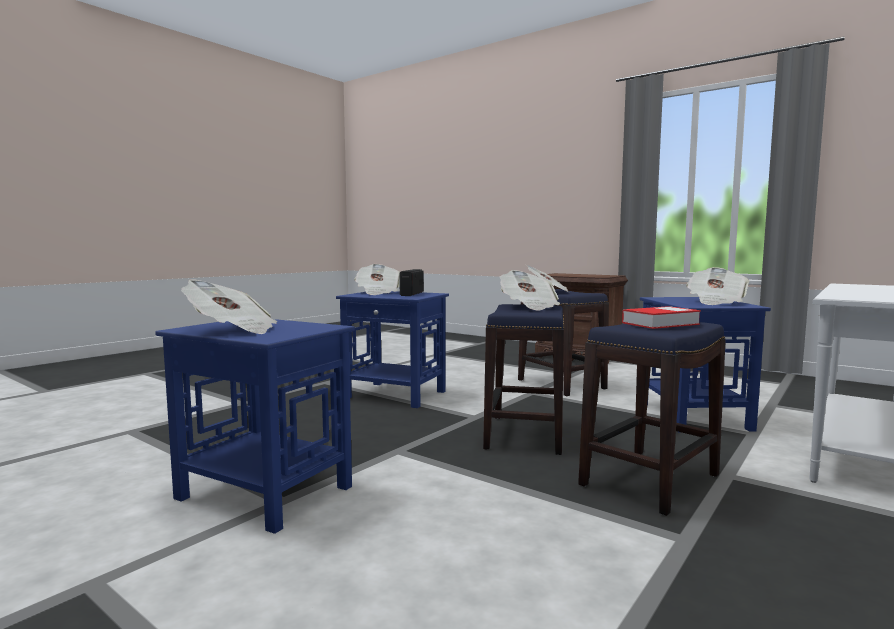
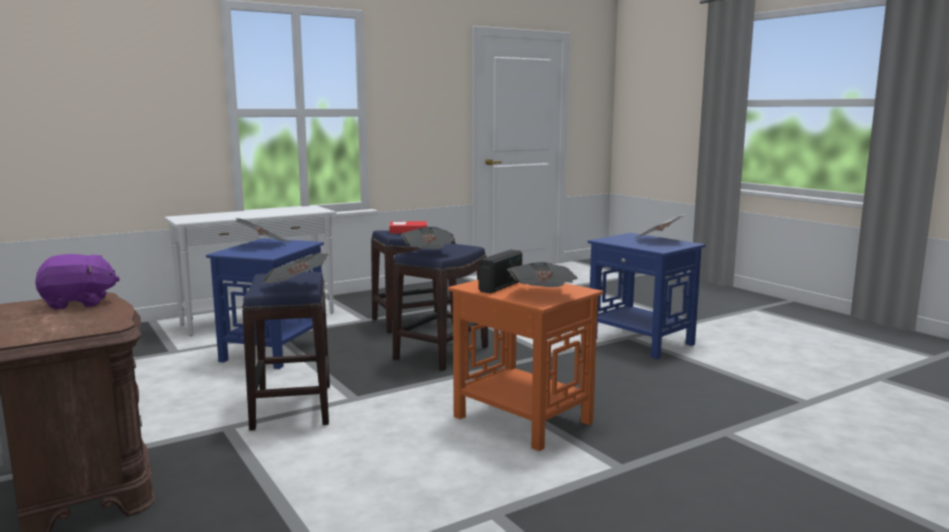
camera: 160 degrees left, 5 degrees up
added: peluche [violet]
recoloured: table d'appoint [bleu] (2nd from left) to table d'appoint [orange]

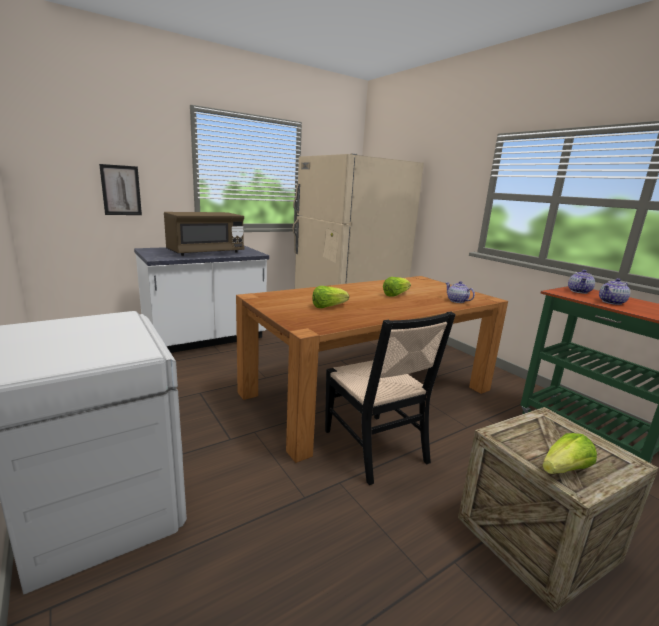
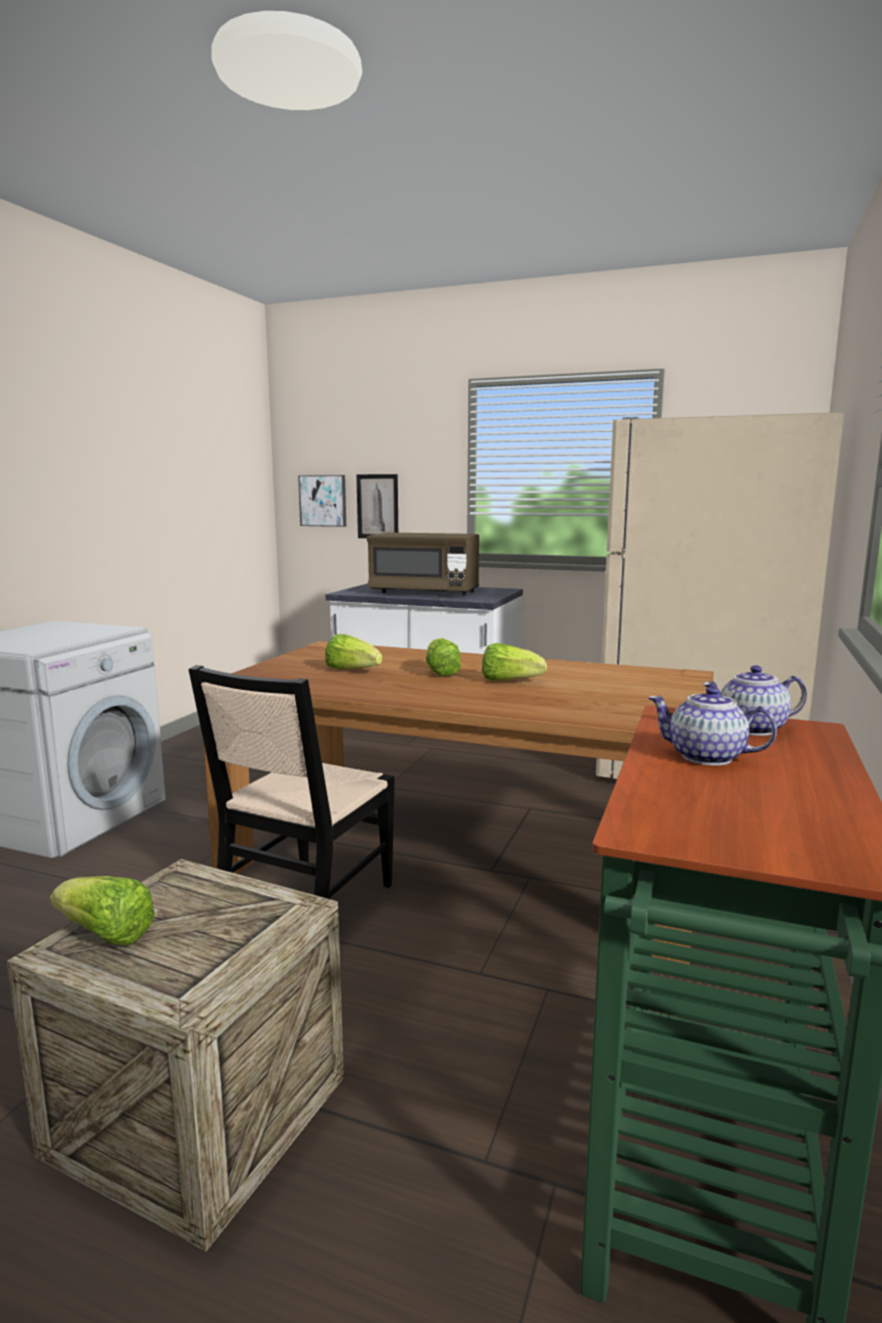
camera: 55 degrees right, 5 degrees down
removed: théière (1st from left)
added: tableau (1st from left); laitue (3rd from left)

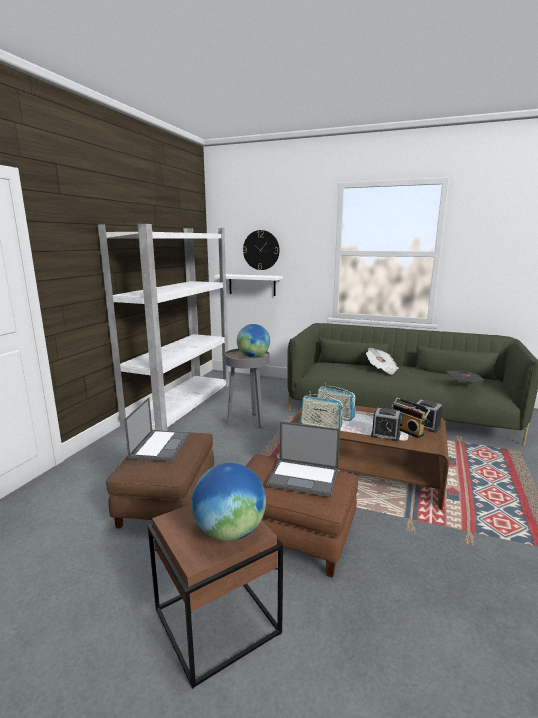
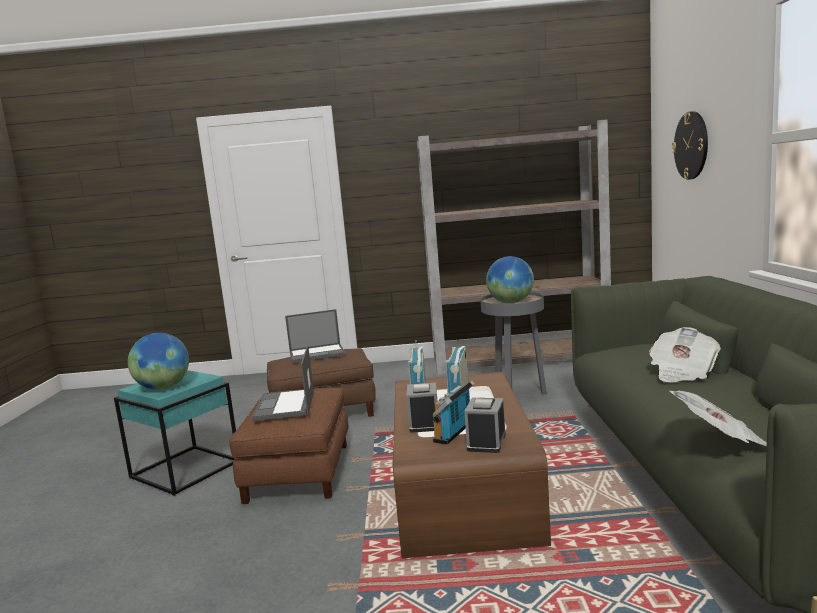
camera: 70 degrees right, 5 degrees down
removed: étagère [blanc]
recoloured: bibliothèque [blanc] to bibliothèque [marron]; table d'appoint [marron] to table d'appoint [turquoise]

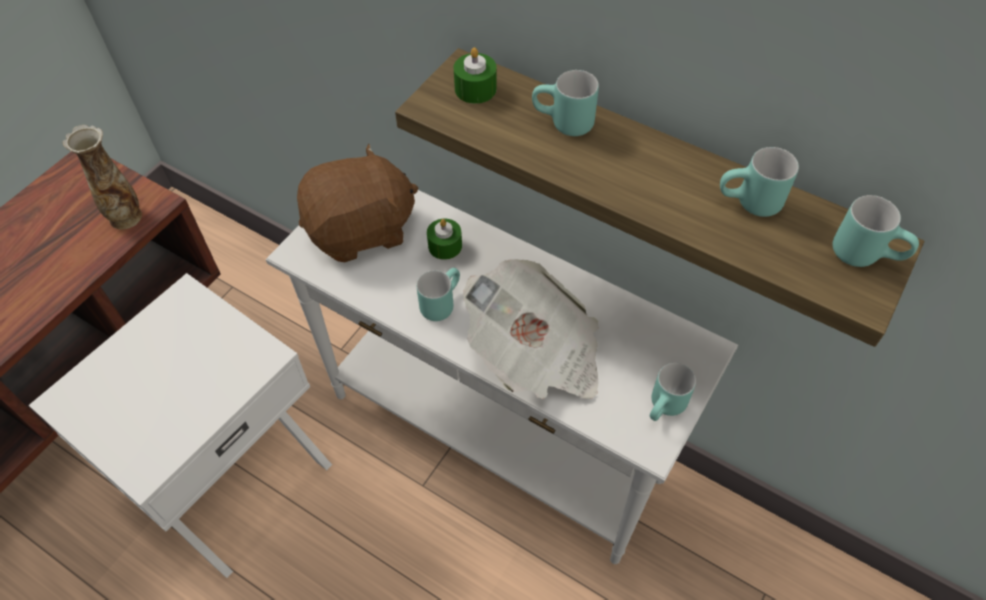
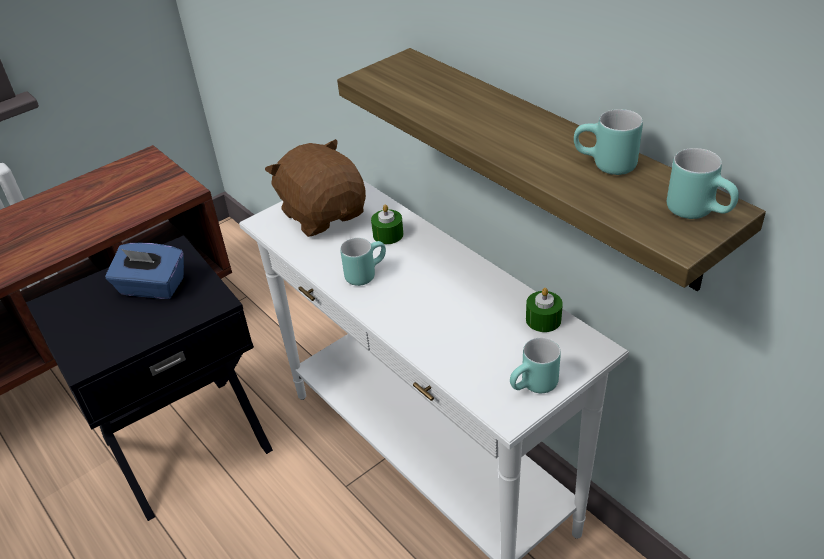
camera: 20 degrees right, 15 degrees down
removed: mug [turquoise] (2nd from left); vase; journal
added: boîte à mouchoirs [bleu]
moved: bougie [vert] (2nd from left)
recoloured: table d'appoint [blanc] to table d'appoint [noir]
turned: peluche [marron] 120 degrees counterclockwise

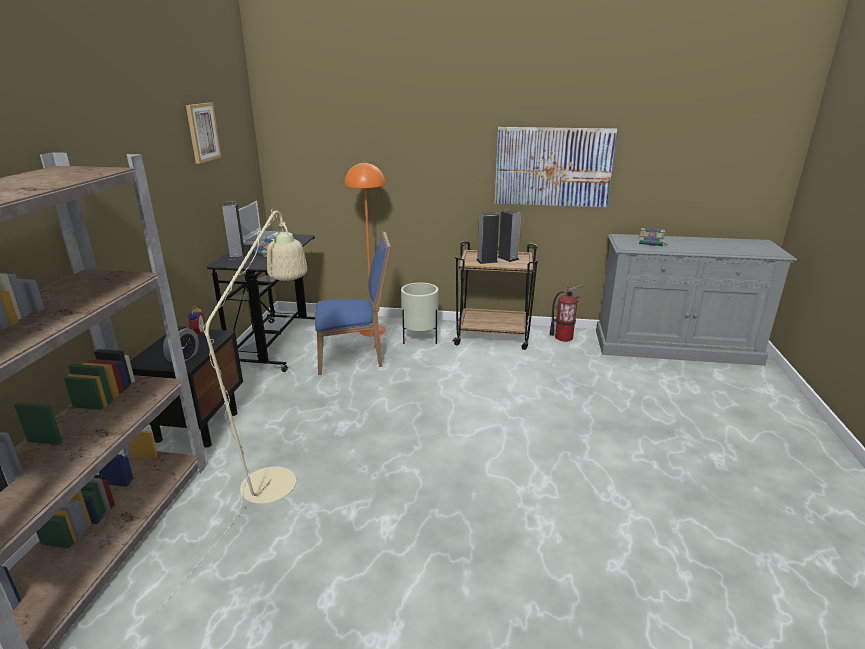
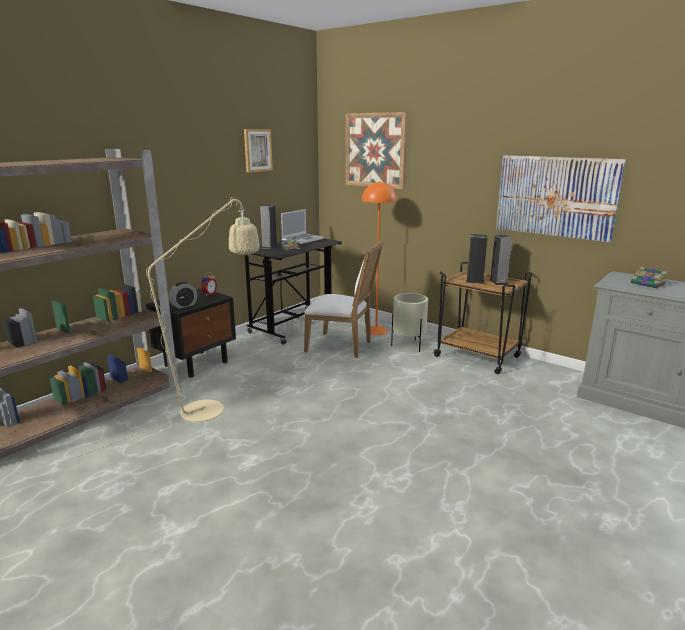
camera: 30 degrees right, 5 degrees down
removed: extincteur
added: tableau (2nd from left)
recoloured: chaise [bleu] to chaise [blanc]

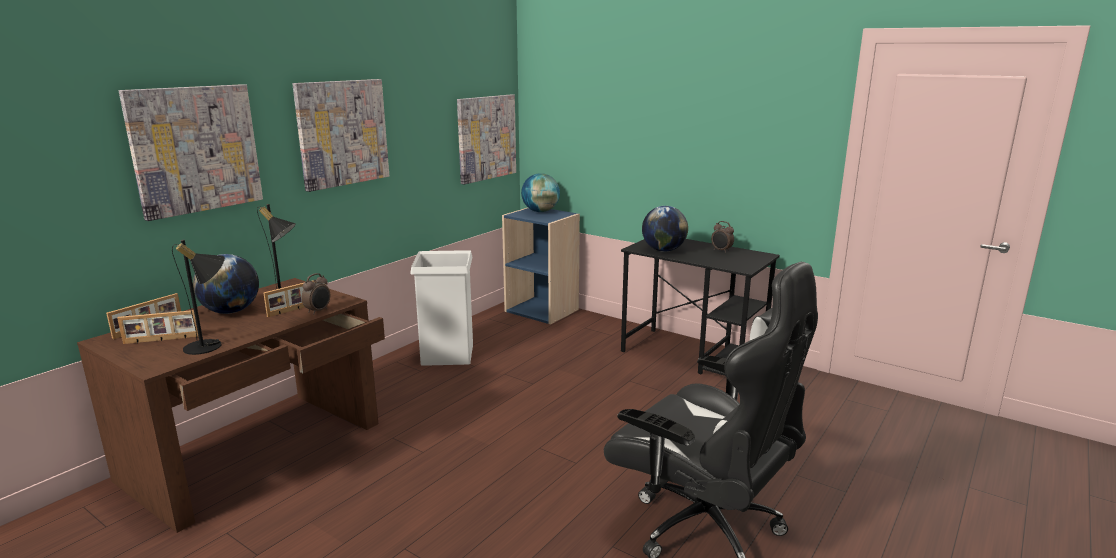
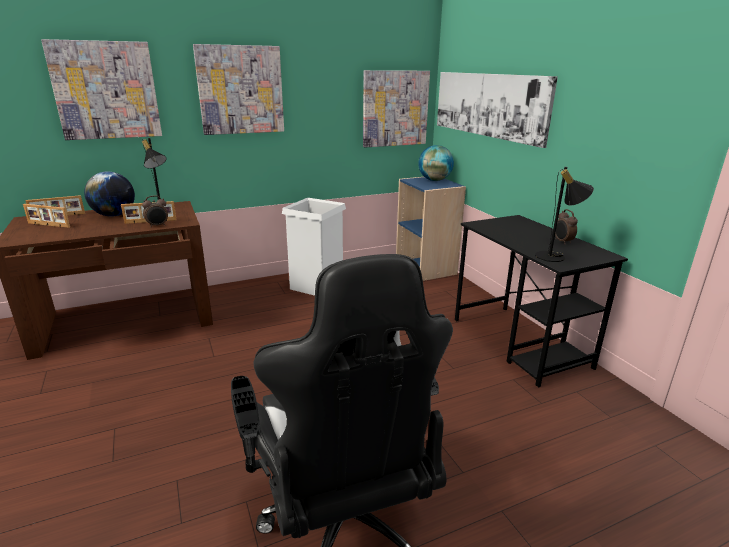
camera: 30 degrees right, 5 degrees up
removed: globe (3rd from left)
added: tableau (4th from left)
moved: lampe de table [noir] (1st from left in the first image) to lampe de table [noir] (2nd from left)

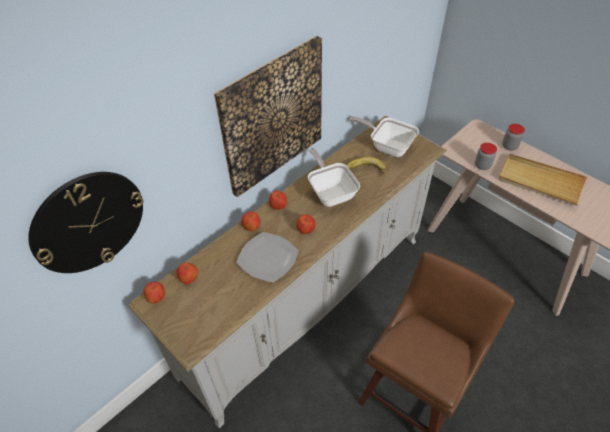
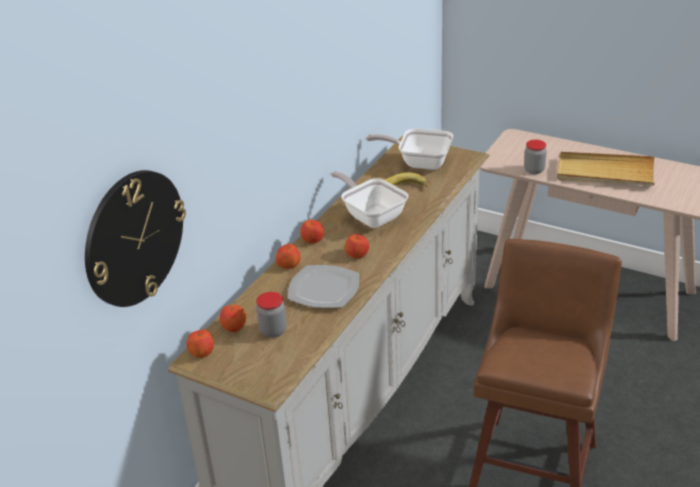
camera: 15 degrees left, 15 degrees down
removed: tableau
moved: bocal (2nd from left in the first image) to bocal (1st from left)

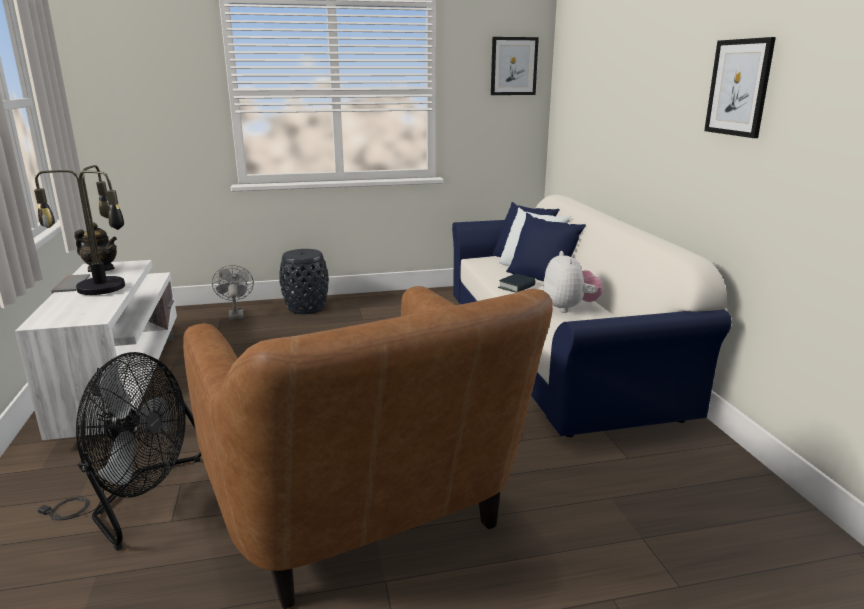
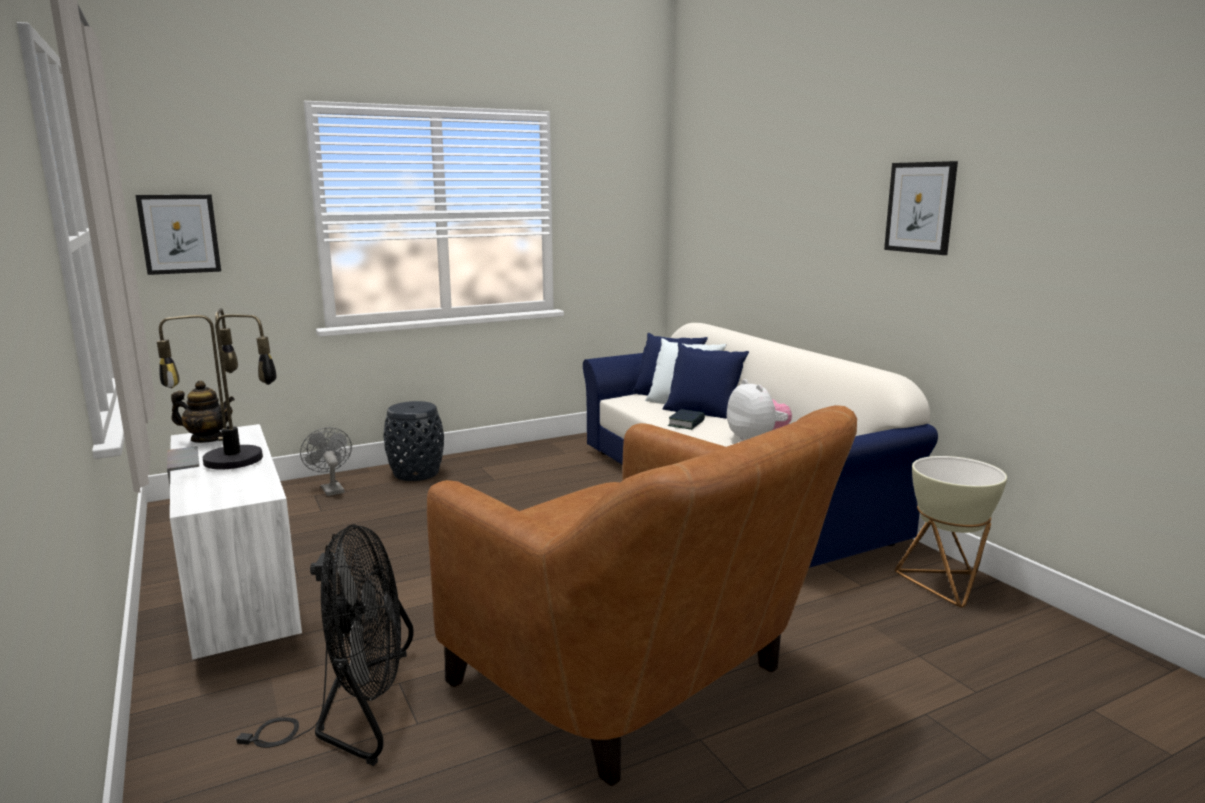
camera: 15 degrees left, 5 degrees down
added: cache-pot
moved: tableau (1st from left)

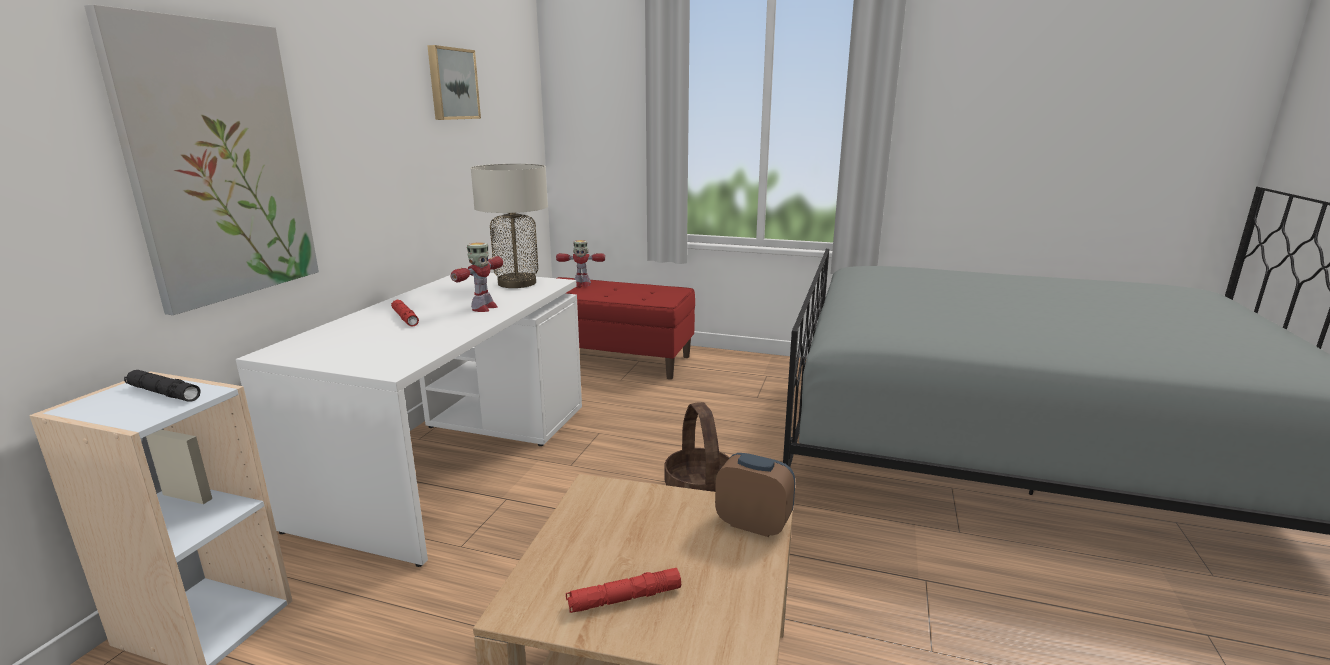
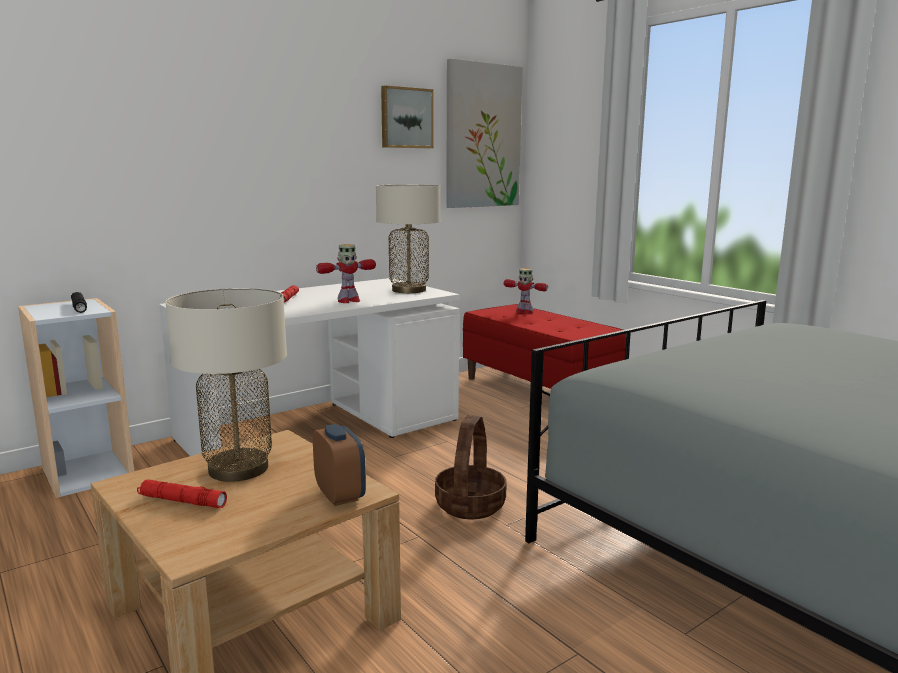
camera: 35 degrees right, 5 degrees down
added: lampe de table (1st from left)
moved: tableau (1st from left in the first image) to tableau (2nd from left)

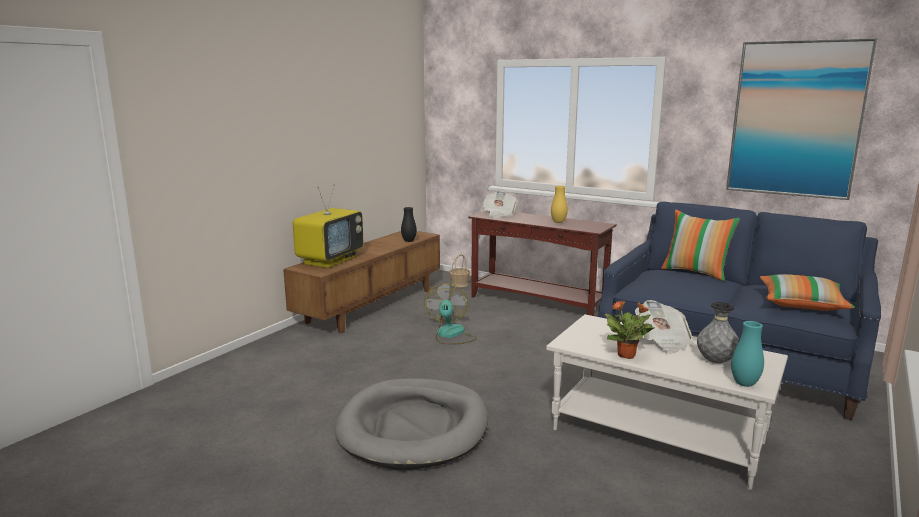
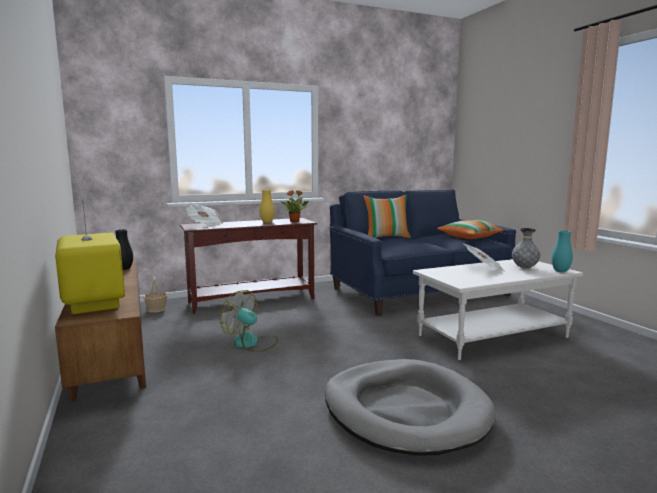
camera: 55 degrees left, 5 degrees down
removed: tableau
moved: plante en pot

